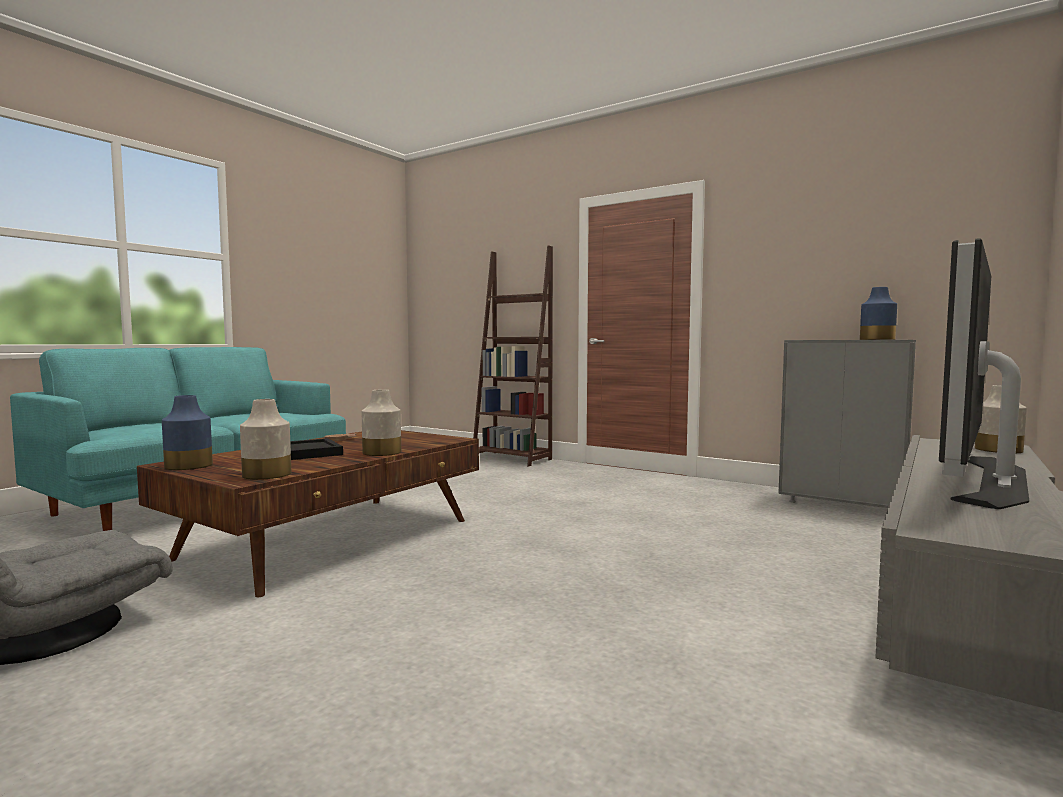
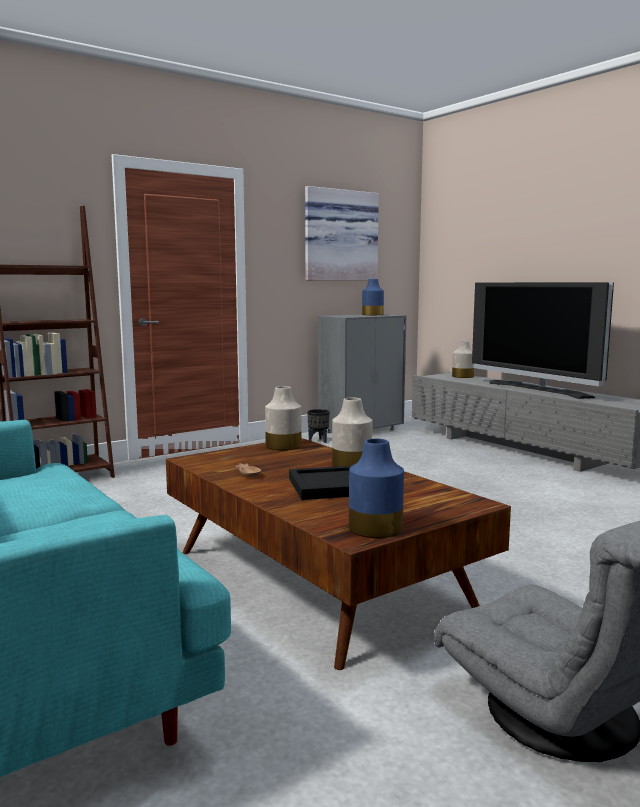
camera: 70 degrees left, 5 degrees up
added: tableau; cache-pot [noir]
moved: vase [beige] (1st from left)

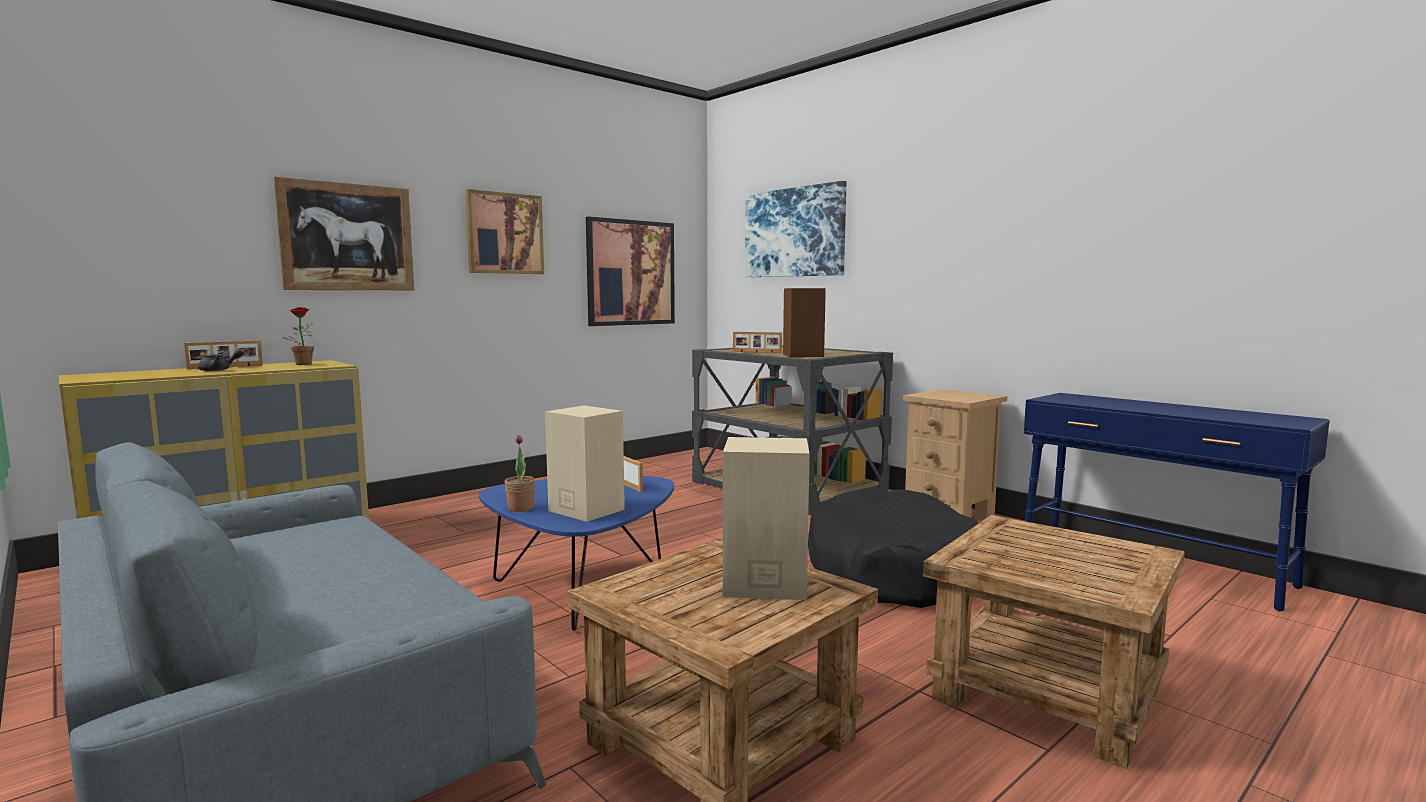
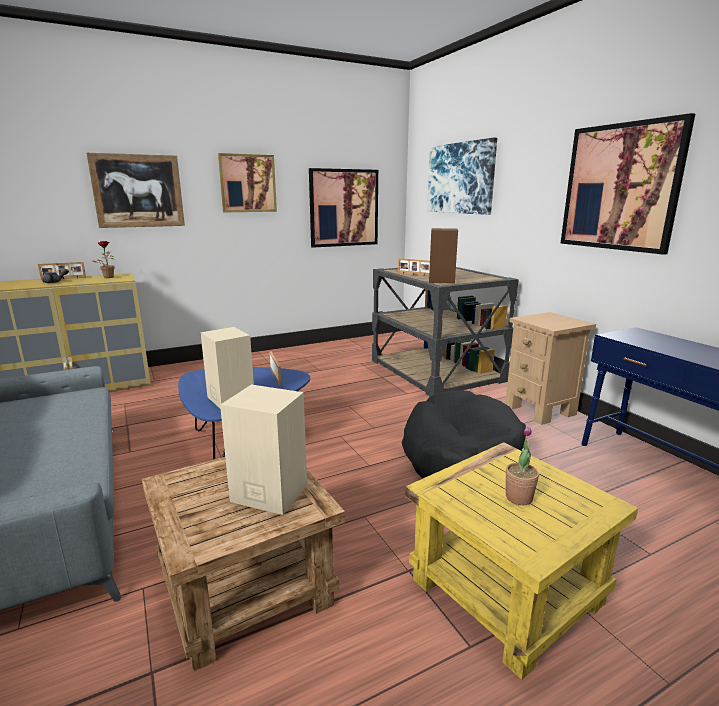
camera: 15 degrees right, 10 degrees up
added: tableau (5th from left)
moved: plante en pot (2nd from left)
recoloured: table d'appoint [marron] (2nd from left) to table d'appoint [jaune]

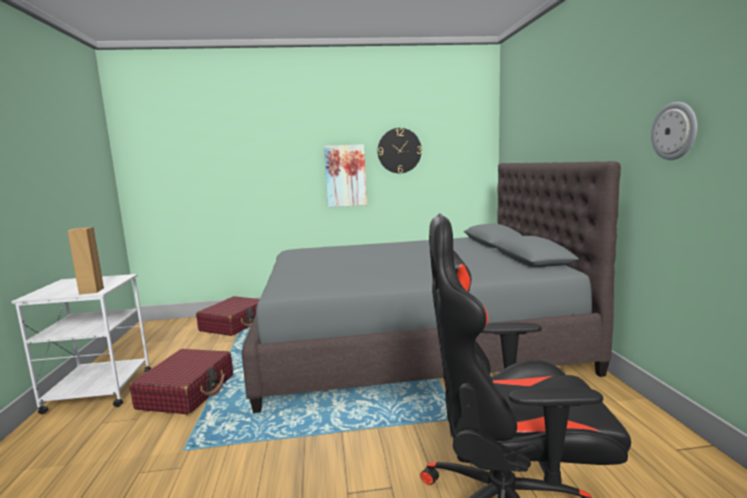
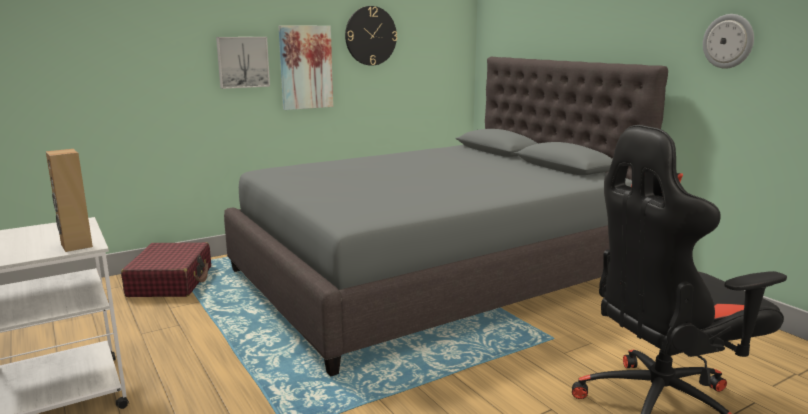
camera: 25 degrees left, 5 degrees up
removed: valise [rouge] (1st from left)
added: tableau (1st from left)

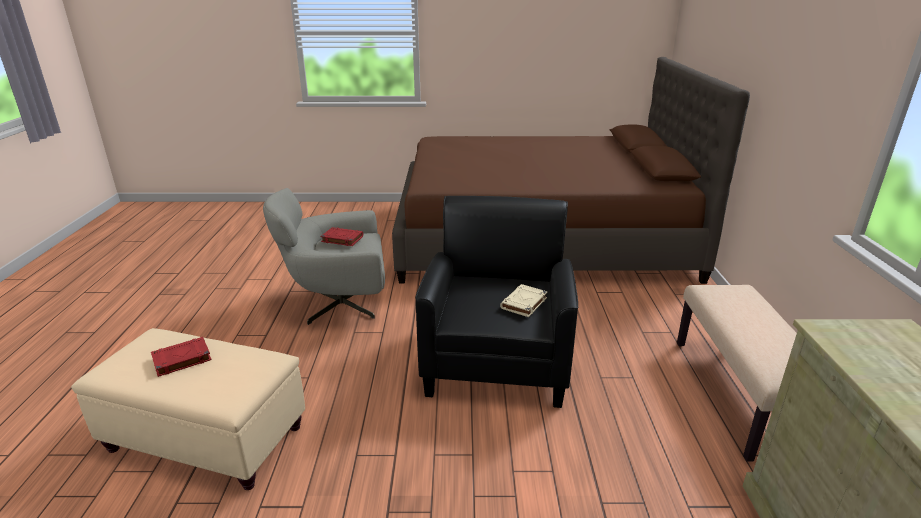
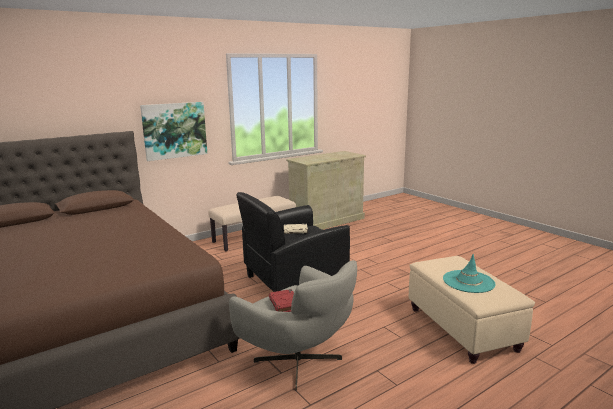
camera: 125 degrees left, 10 degrees down
added: tableau
replaced: livre [rouge] (1st from left) to chapeau [turquoise]

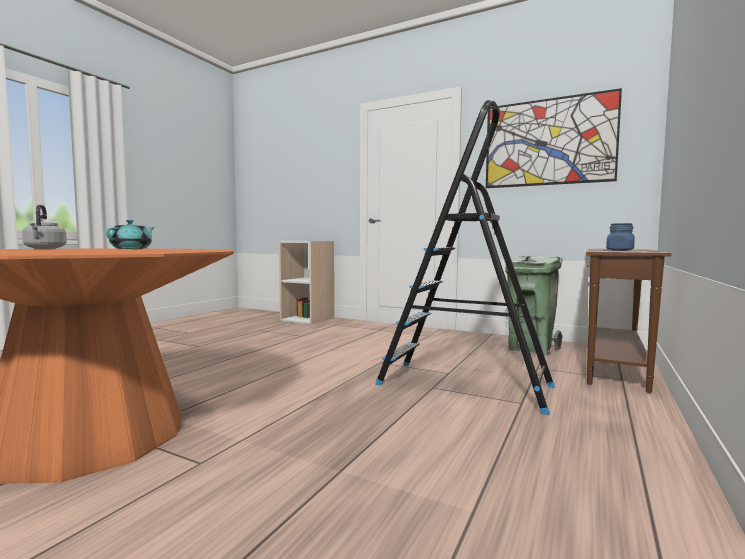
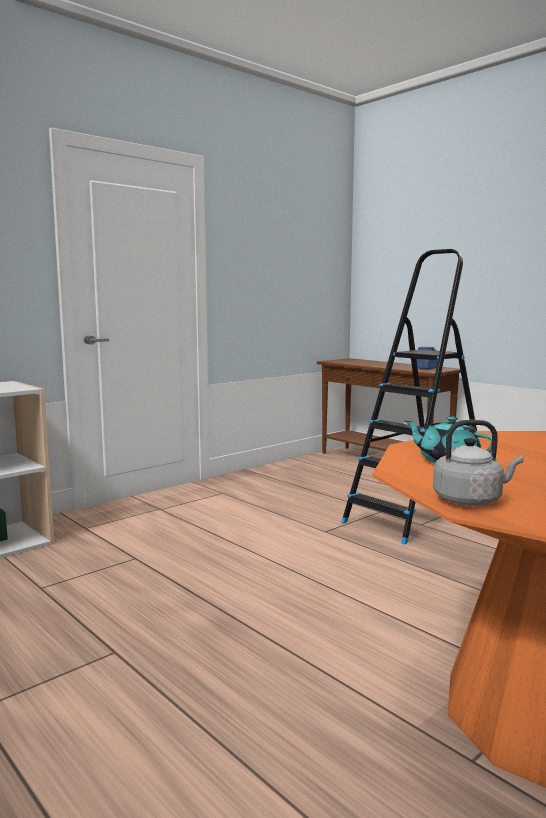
camera: 70 degrees left, 5 degrees up
removed: tableau; poubelle [vert]

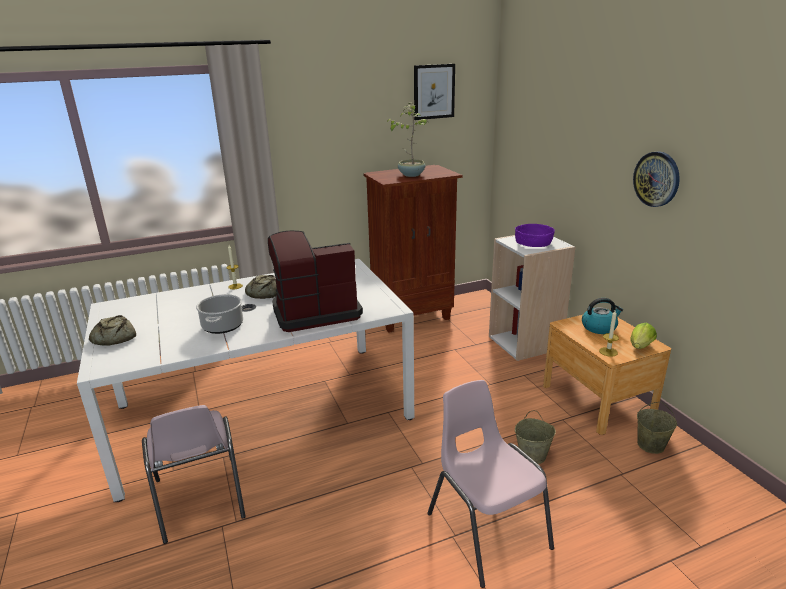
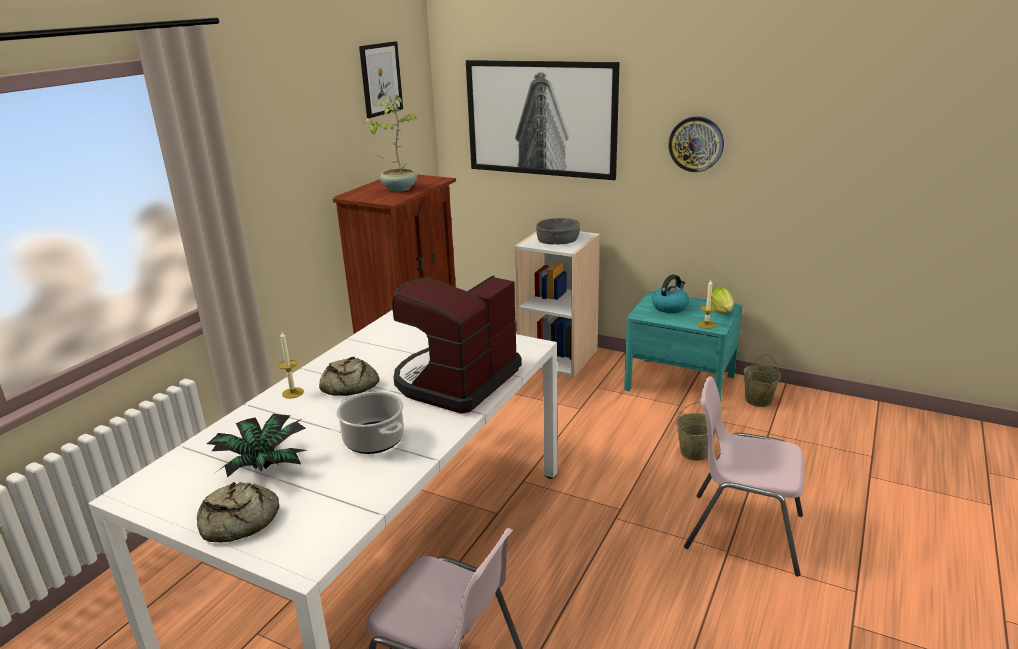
camera: 40 degrees left, 0 degrees up
added: tableau (2nd from left); plante en pot (1st from left)
recoloured: bol [violet] to bol [gris]; table de chevet [marron] to table de chevet [turquoise]

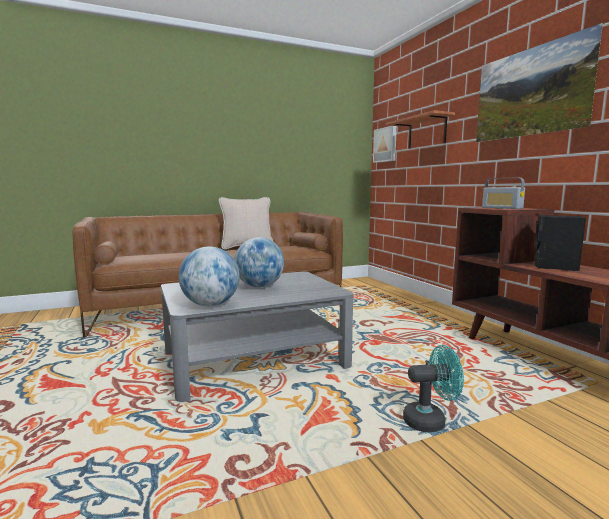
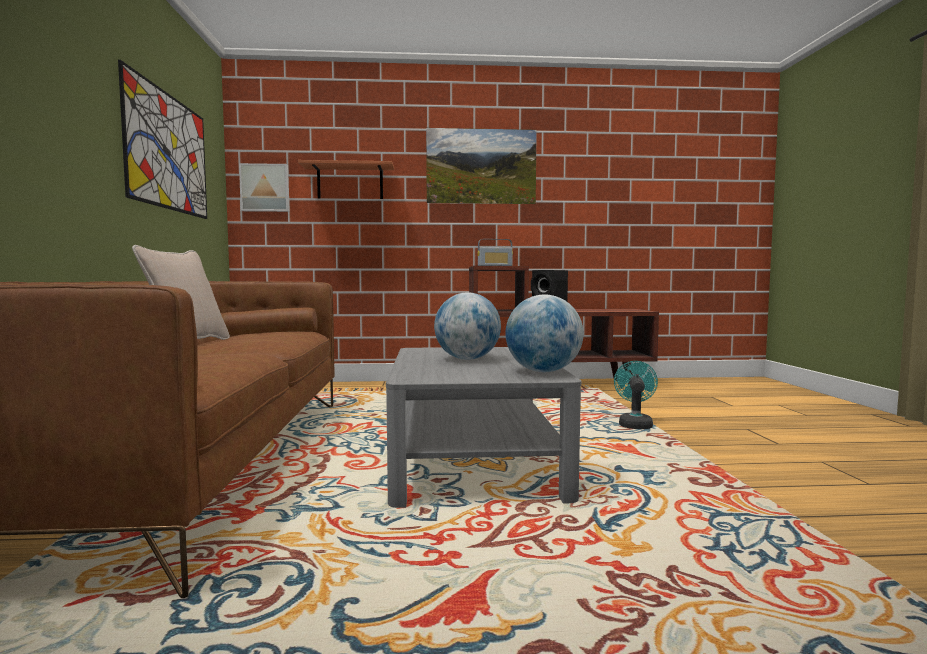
camera: 70 degrees left, 5 degrees down
added: tableau (1st from left)

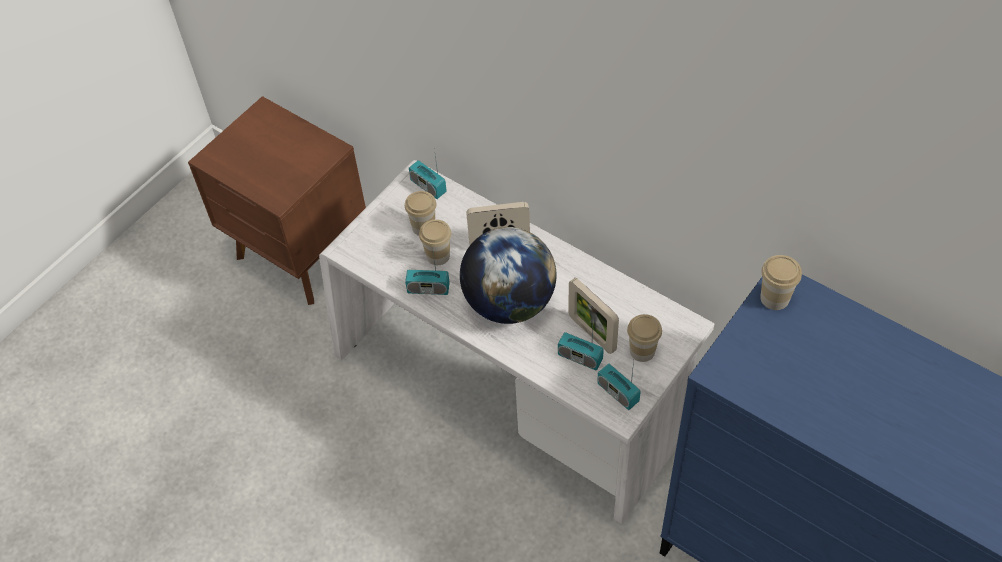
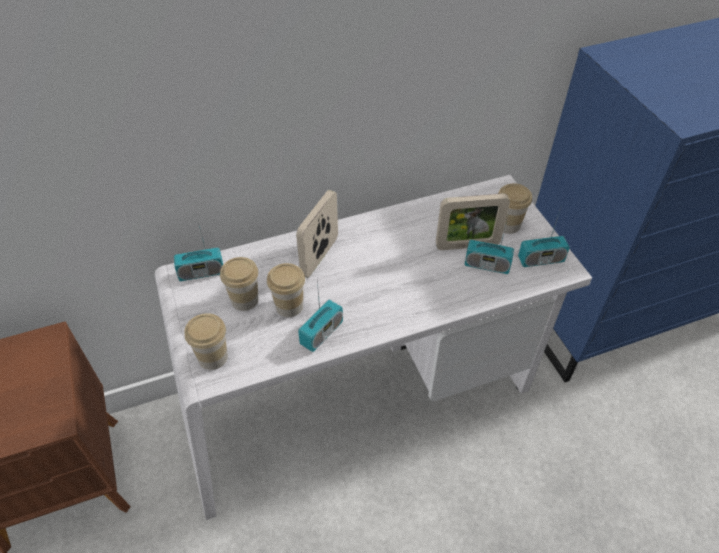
camera: 60 degrees left, 5 degrees down
removed: globe
moved: tasse (4th from left in the first image) to tasse (1st from left)
turned: radio (3rd from left) 45 degrees clockwise

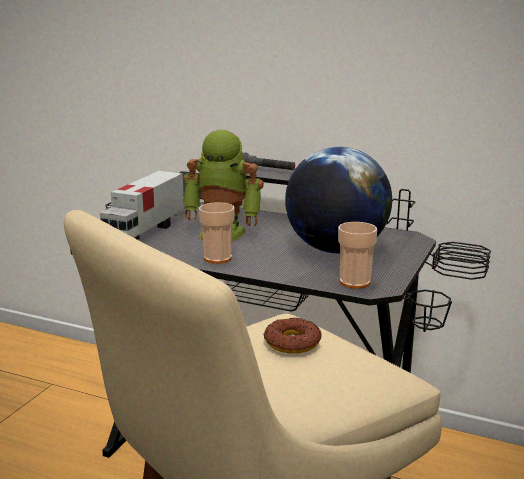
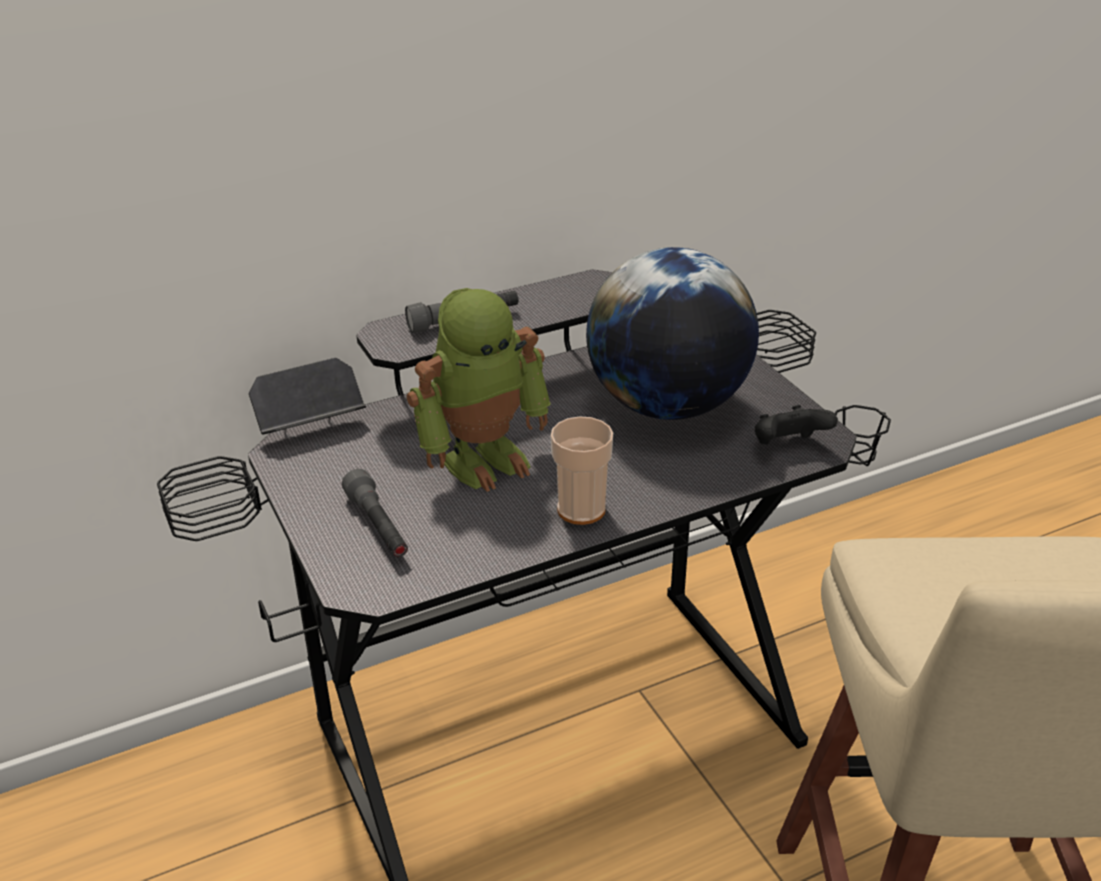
camera: 50 degrees left, 15 degrees up
removed: beignet
replaced: camion jouet to lampe de poche [gris] (1st from left); tasse (2nd from left) to manette [noir]

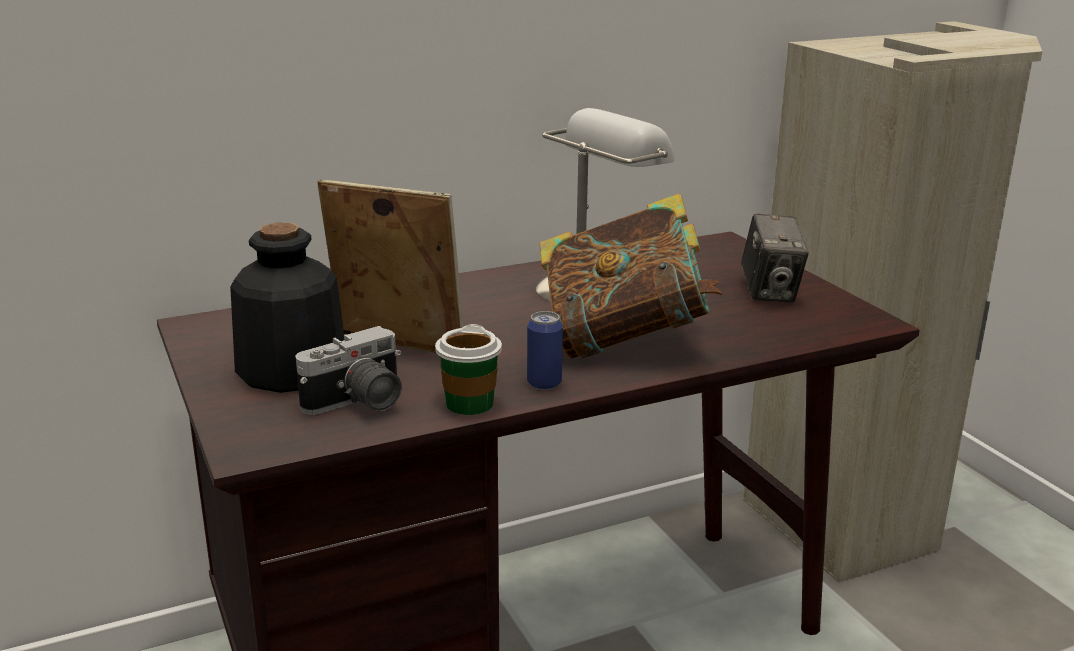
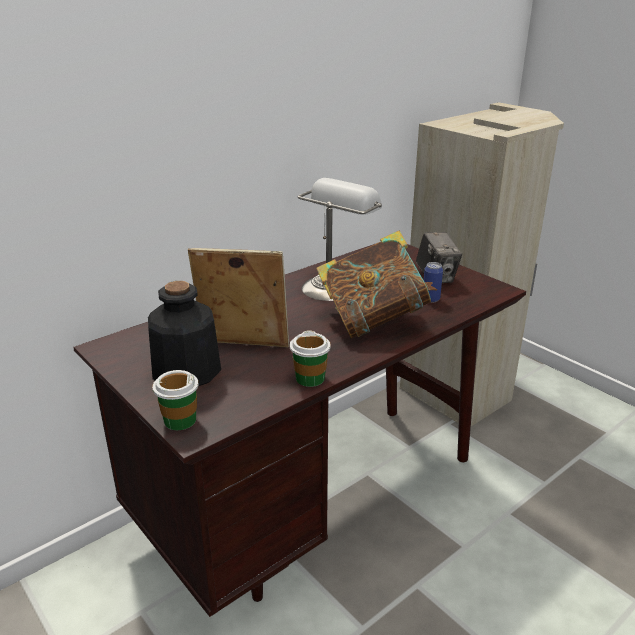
camera: 15 degrees left, 5 degrees up
removed: appareil photo (1st from left)
added: tasse (1st from left)
moved: boîte métallique

